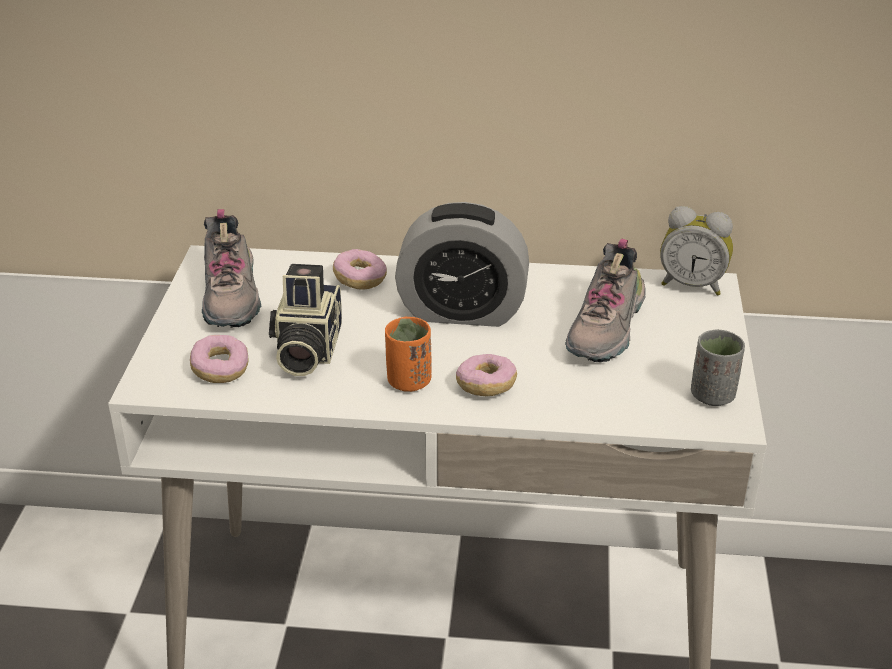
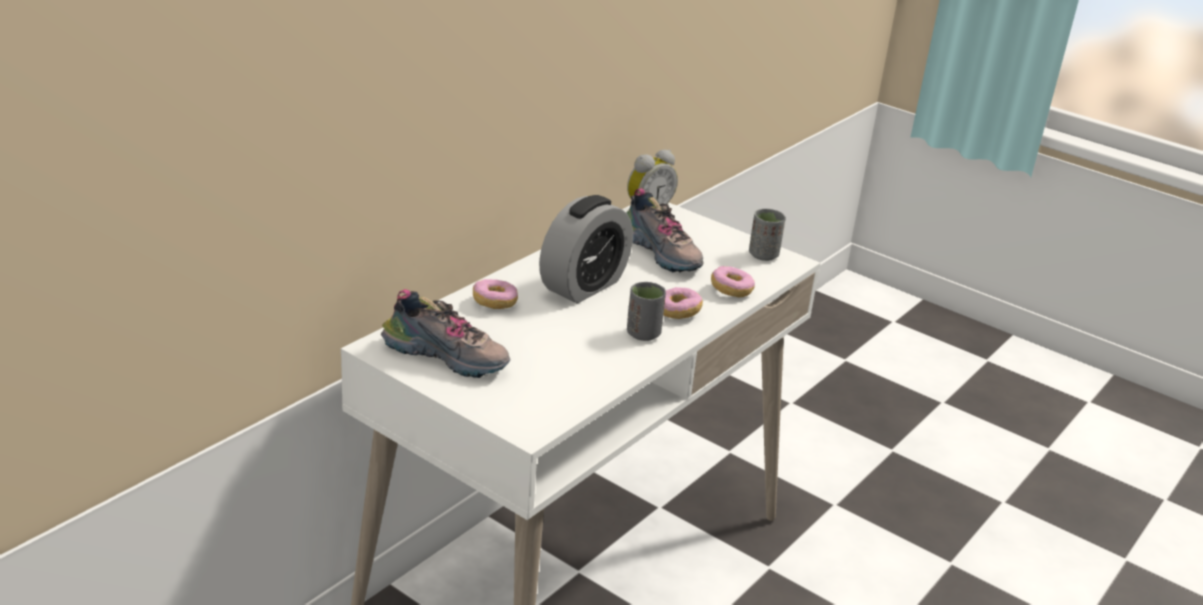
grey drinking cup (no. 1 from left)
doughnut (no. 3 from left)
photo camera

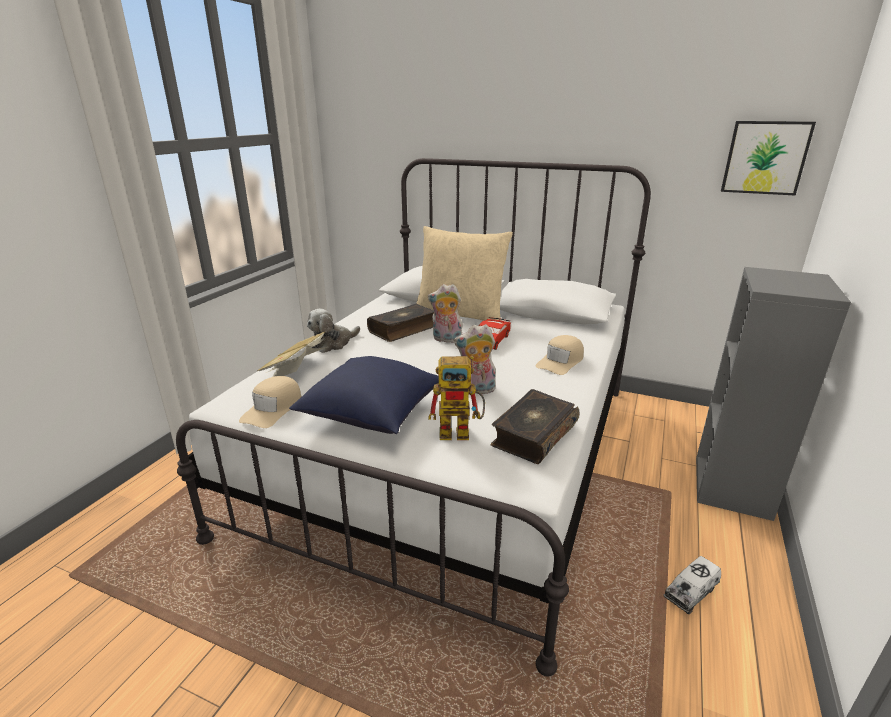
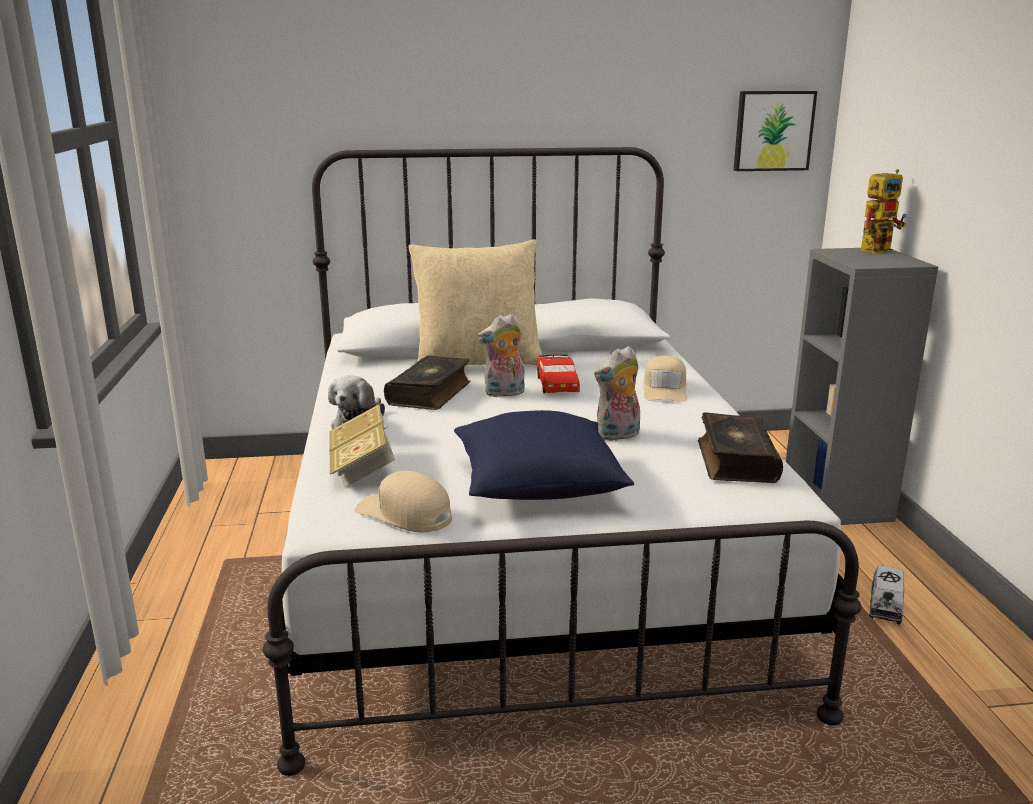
beige-coloured cap (no. 1 from left)
robot figure

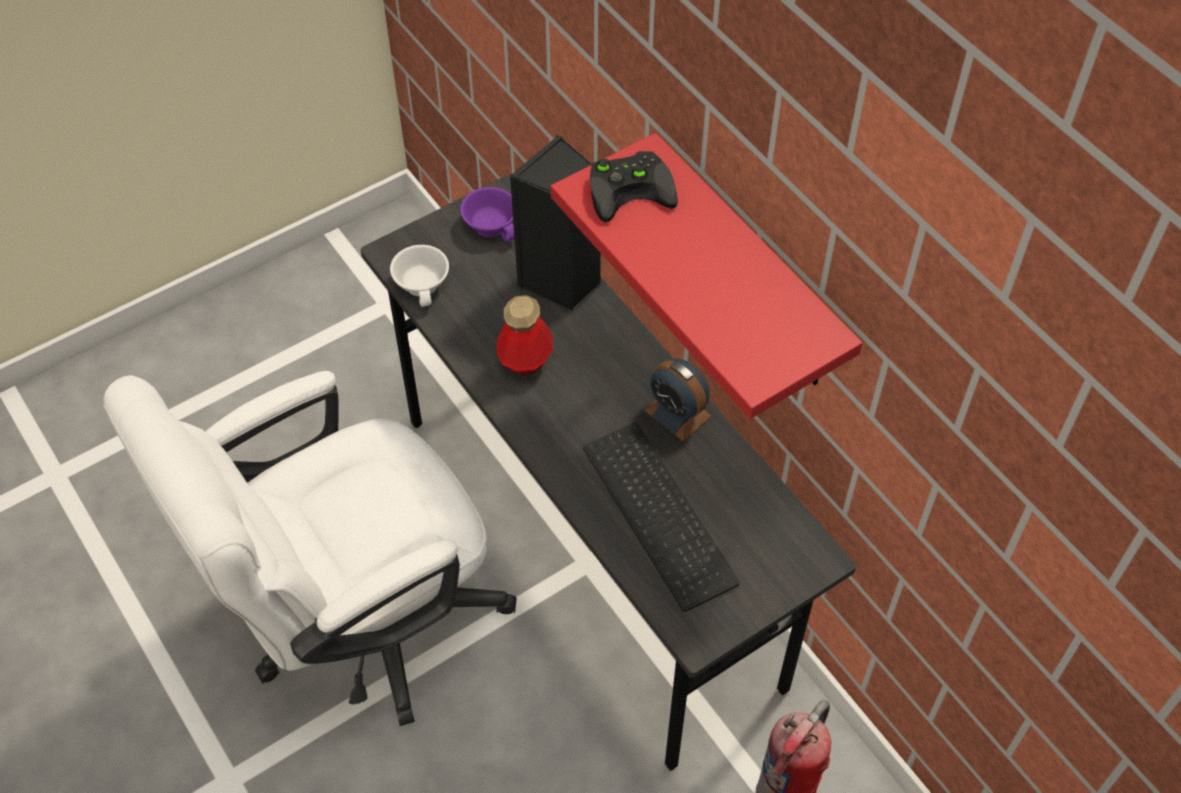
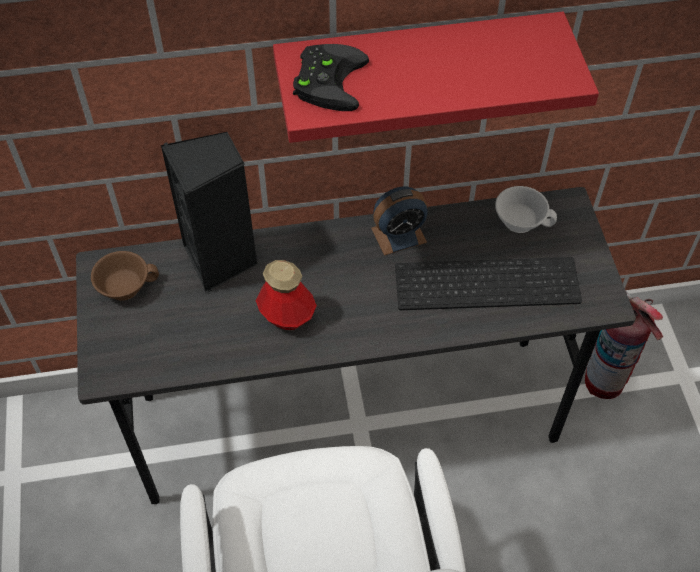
brownish drinking cup
white-coloured drinking cup

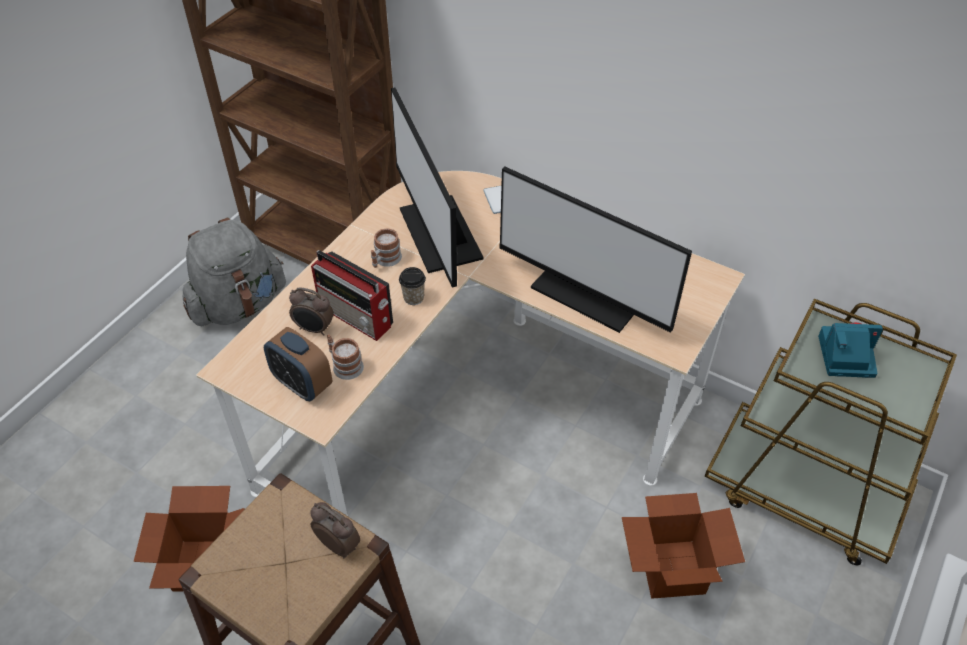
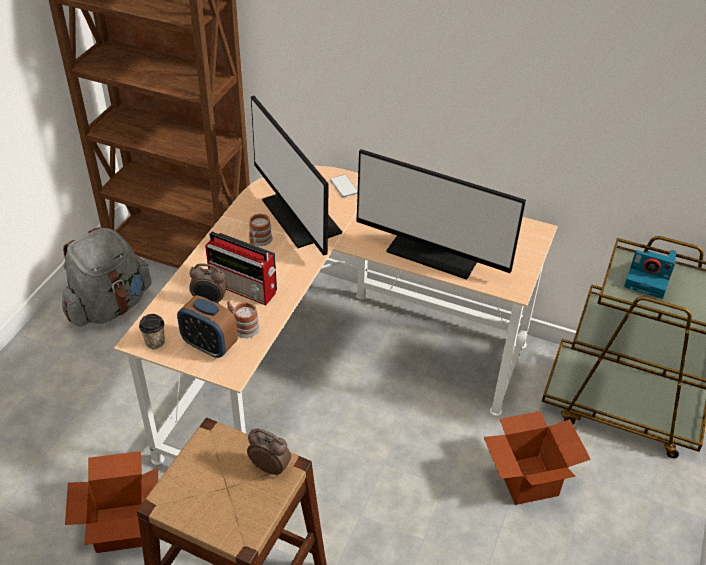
drinking cup
photo camera

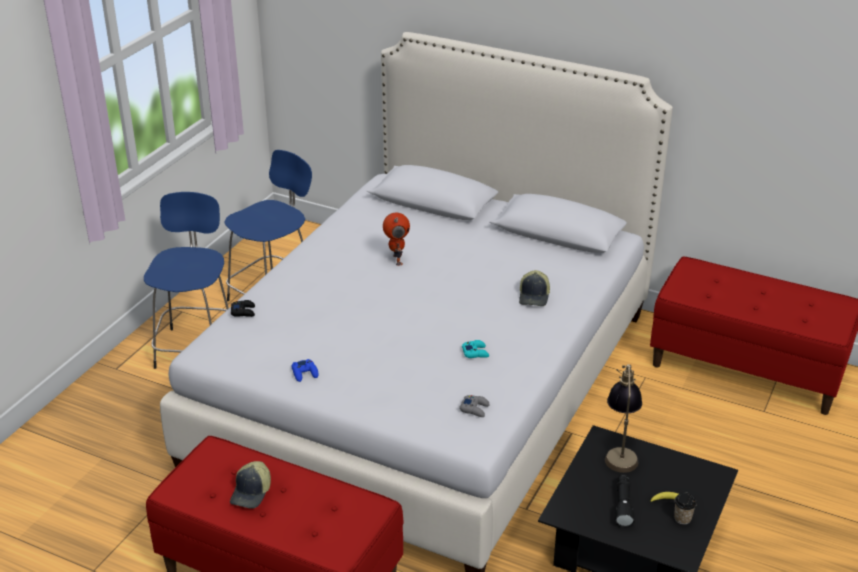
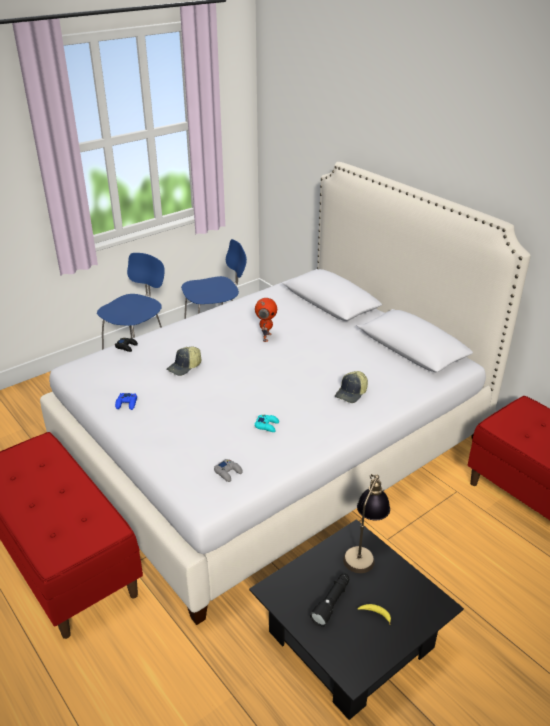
cap (no. 1 from left)
drinking cup

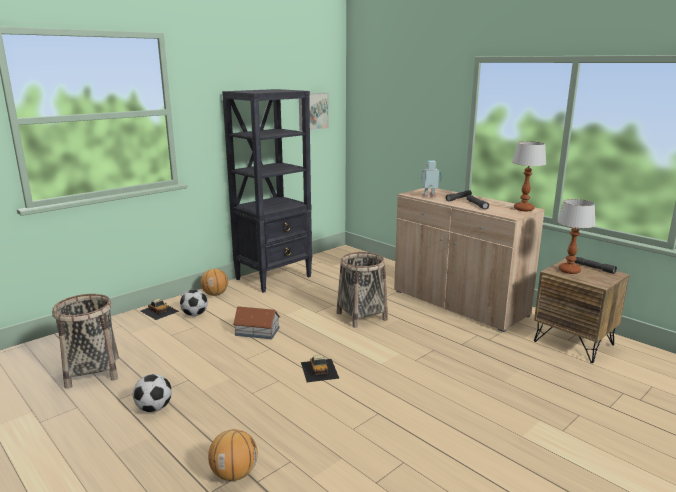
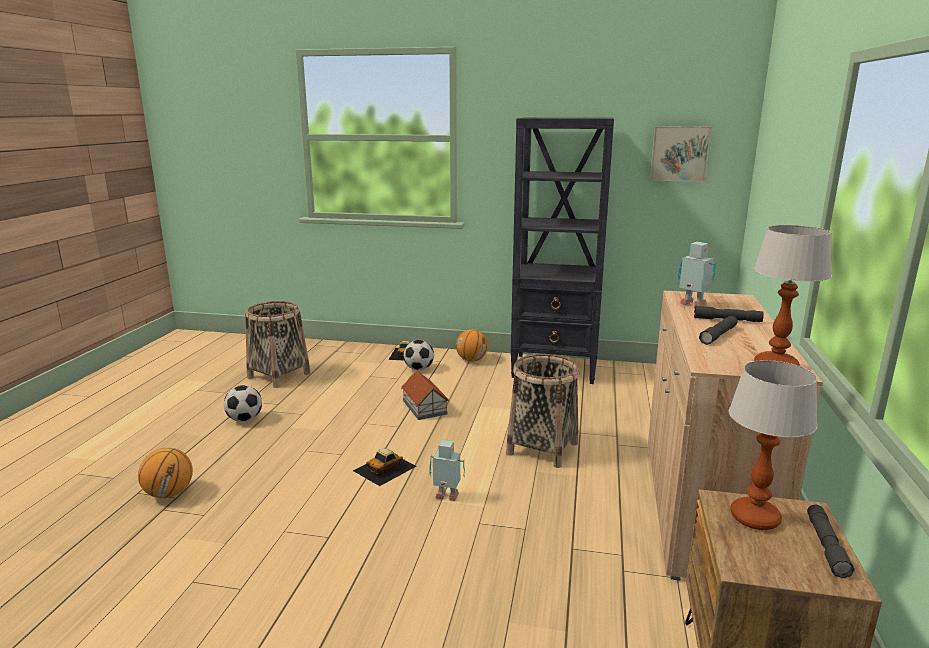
robot figure (no. 1 from left)

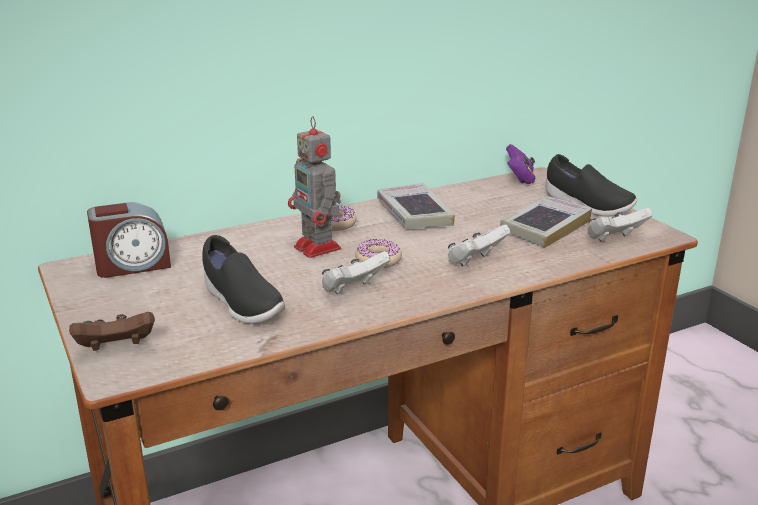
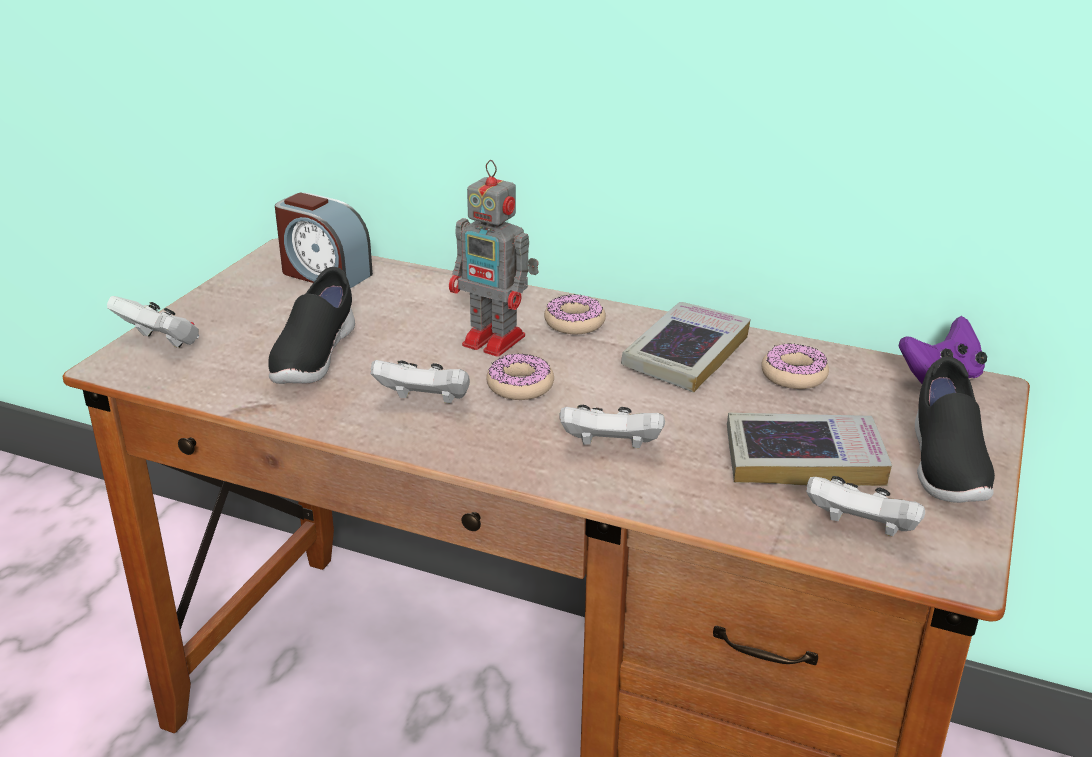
white-coloured gamepad (no. 1 from left)
robot figure
doughnut (no. 3 from left)

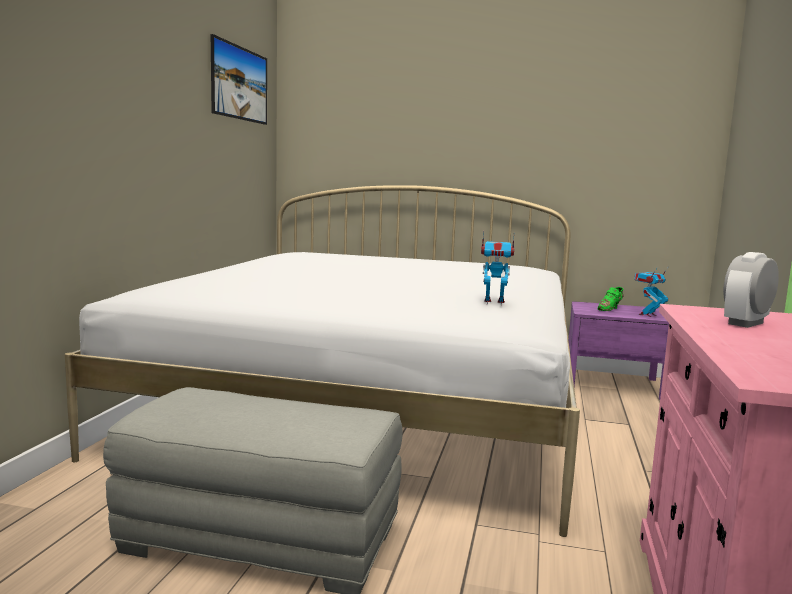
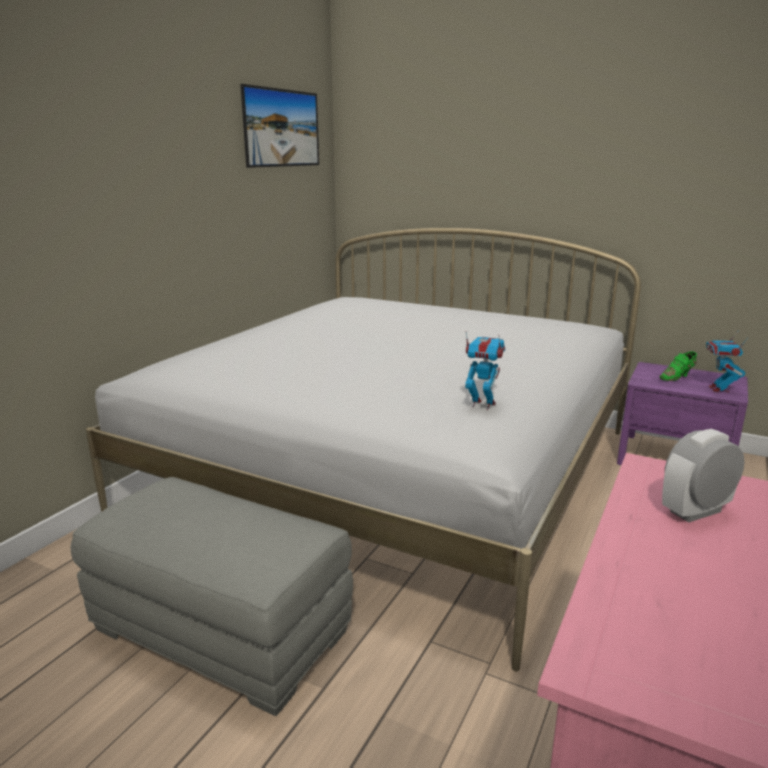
robot figure (no. 2 from left)

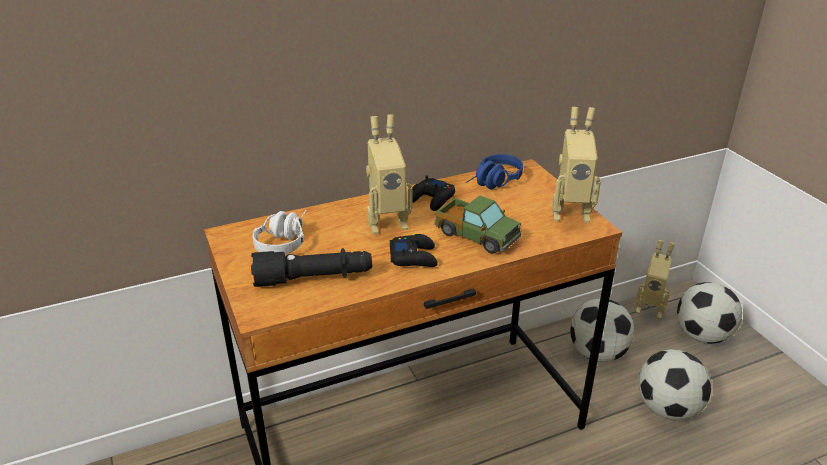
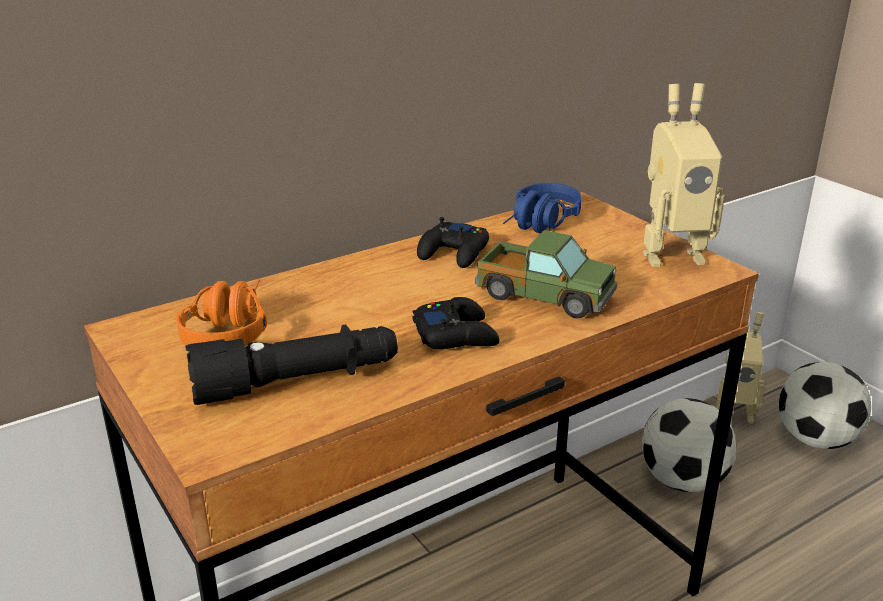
orange pair of headphones
robot figure (no. 1 from left in the first image)
ball for football (no. 2 from left in the first image)

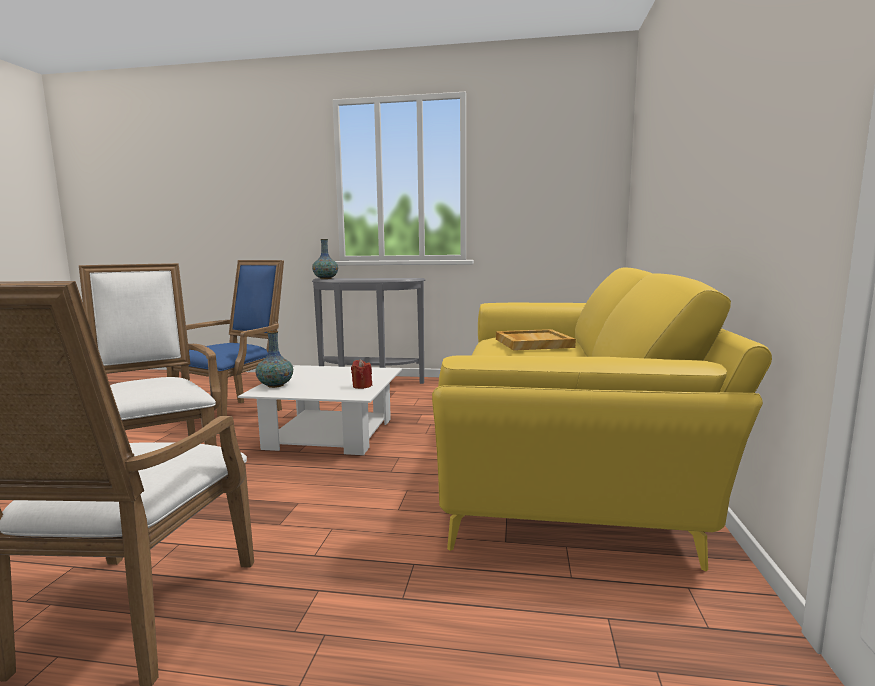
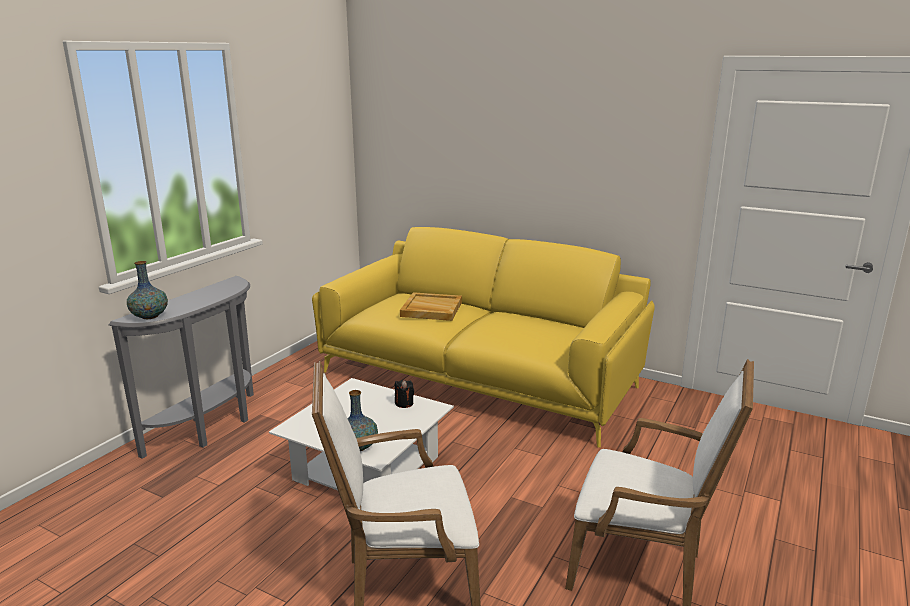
blackish candle
blue-coloured lounge chair

